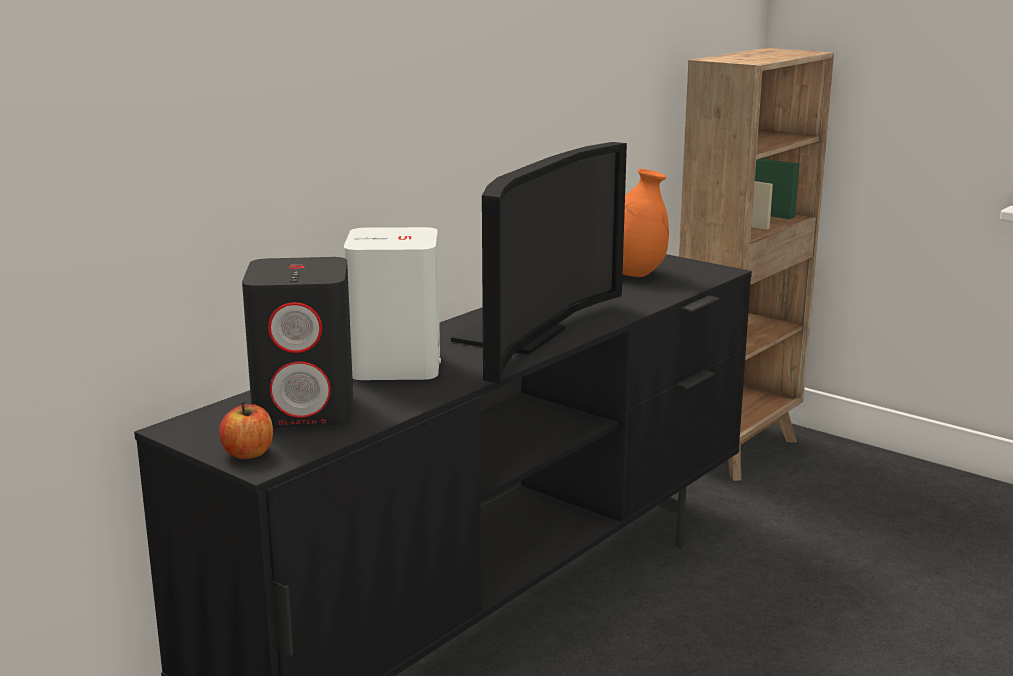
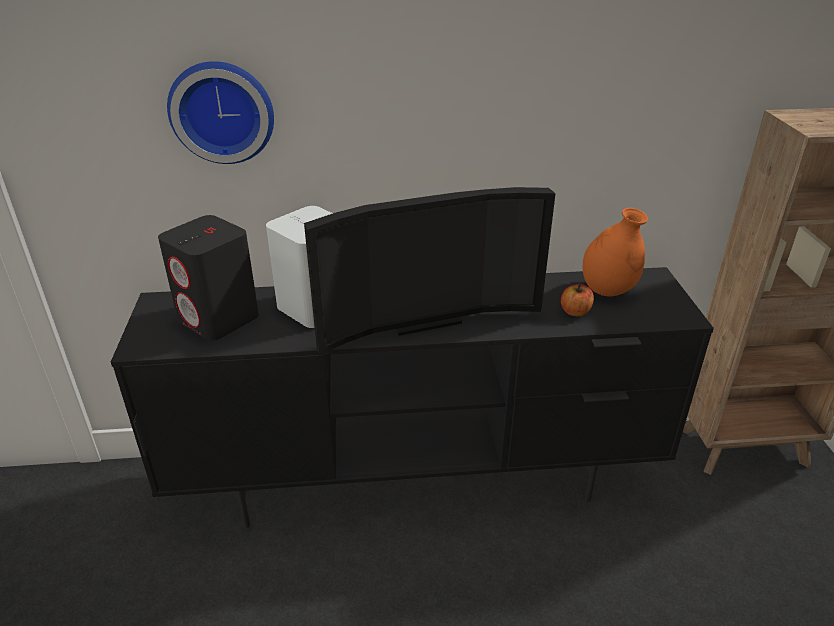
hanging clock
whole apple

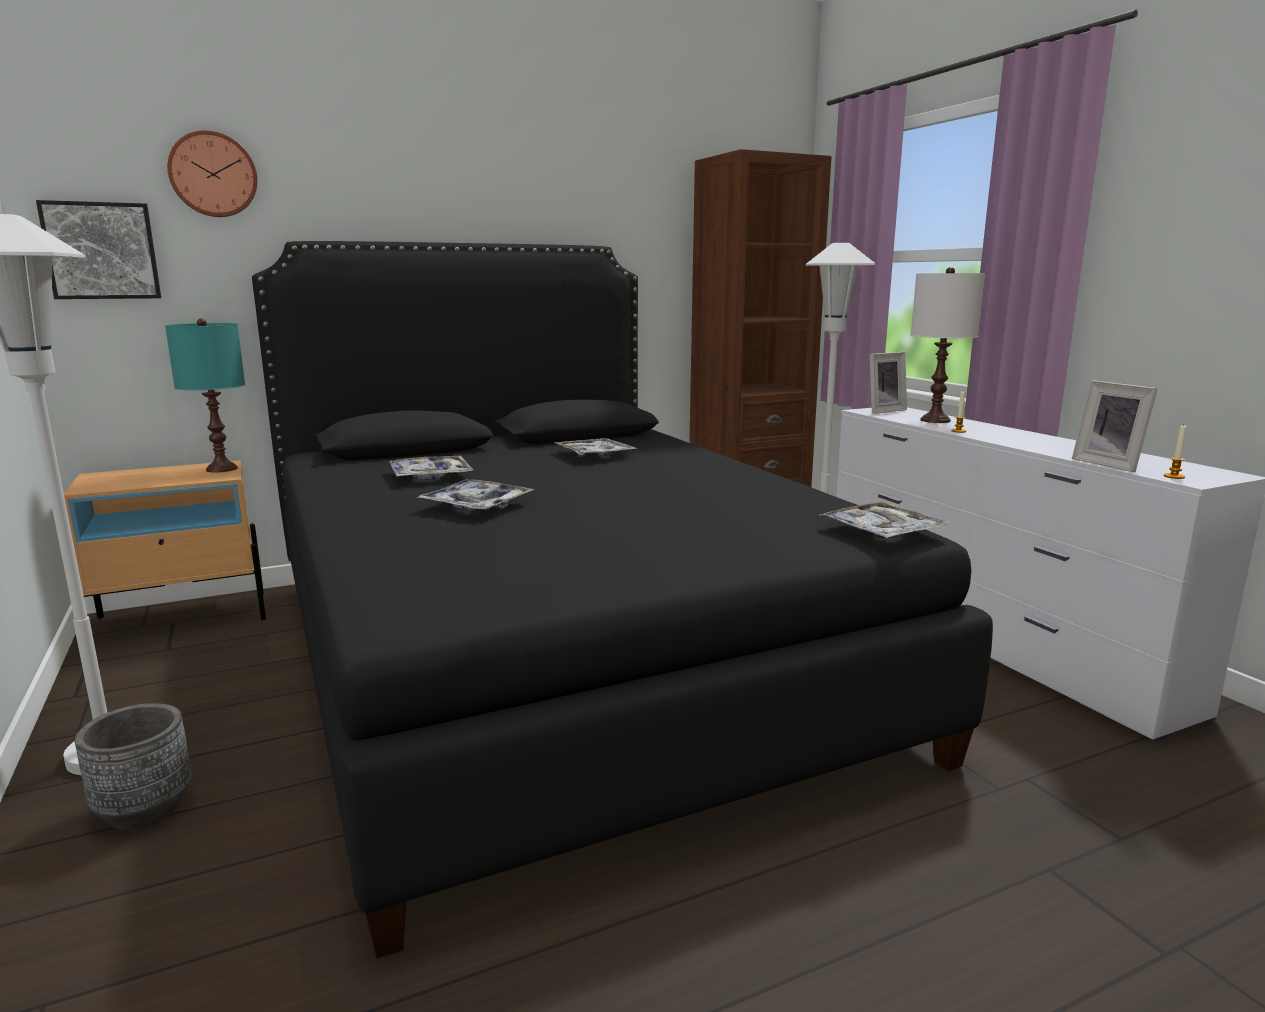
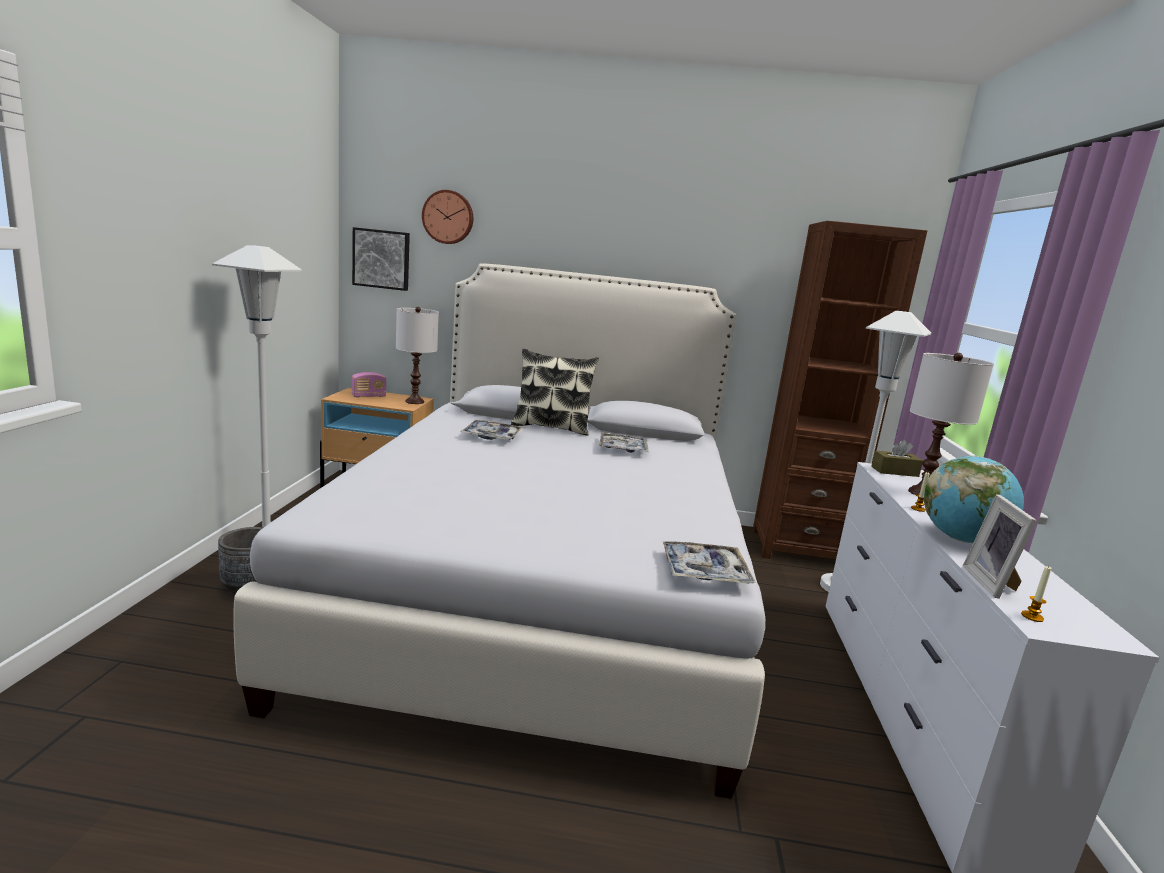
white-coloured bed
radio
white-coloured table lamp (no. 1 from left)
pillow
brownish box of tissues
globe
tray (no. 2 from left in the first image)

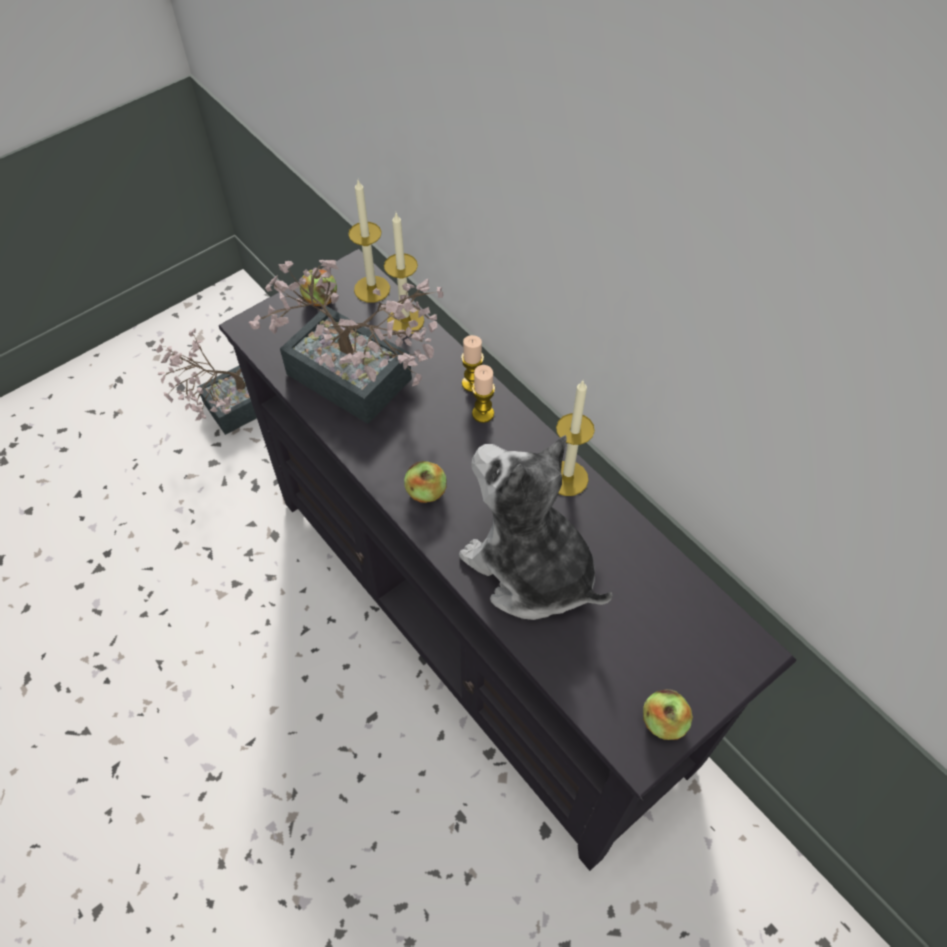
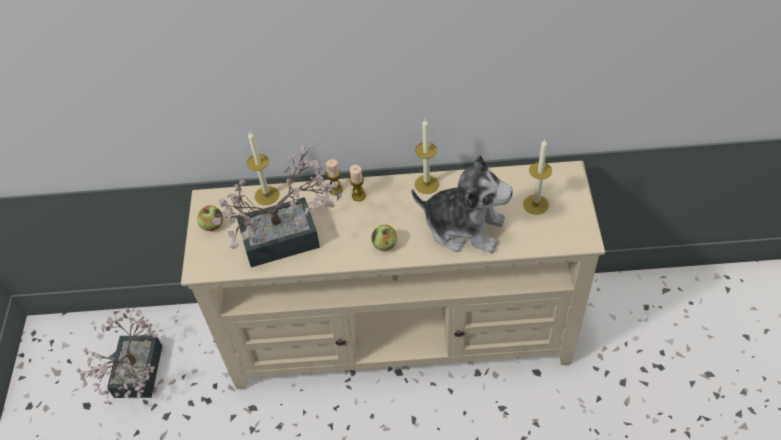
beige-coloured tv stand
soft toy
candle (no. 5 from left)
whole apple (no. 3 from left in the first image)

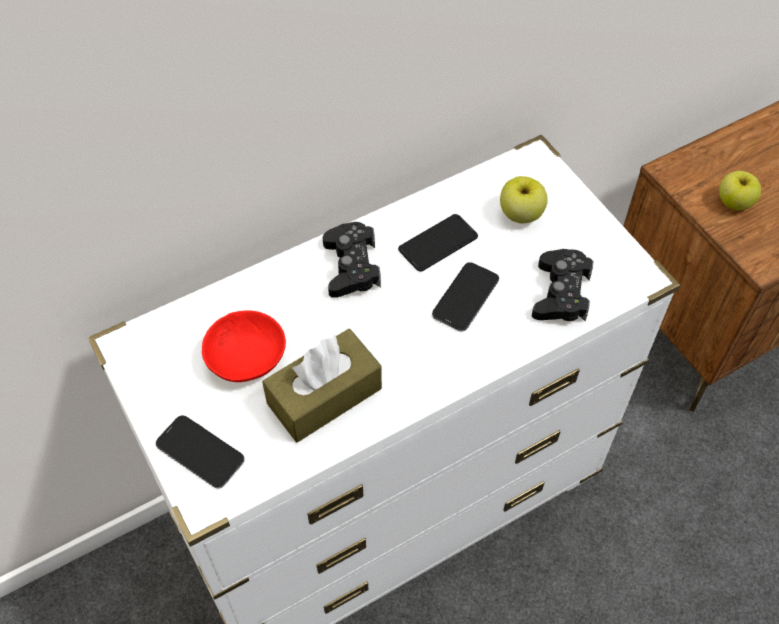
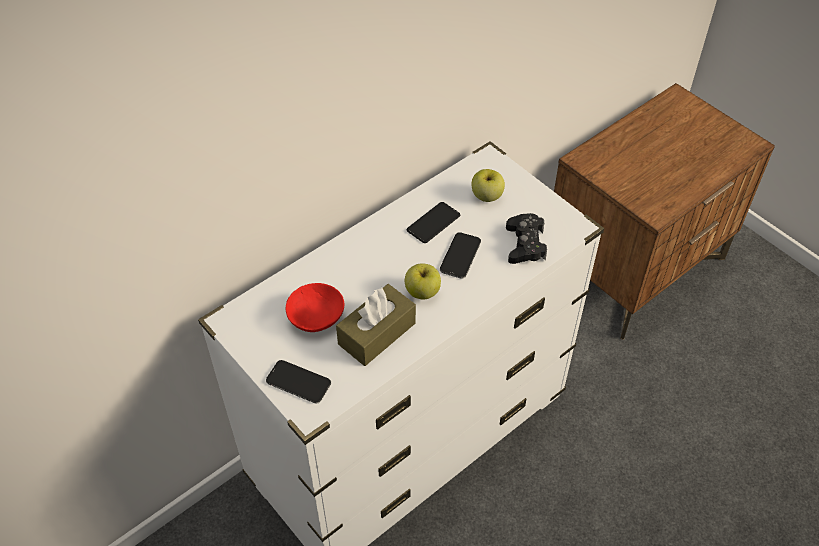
whole apple (no. 1 from left)
blackish gamepad (no. 1 from left in the first image)

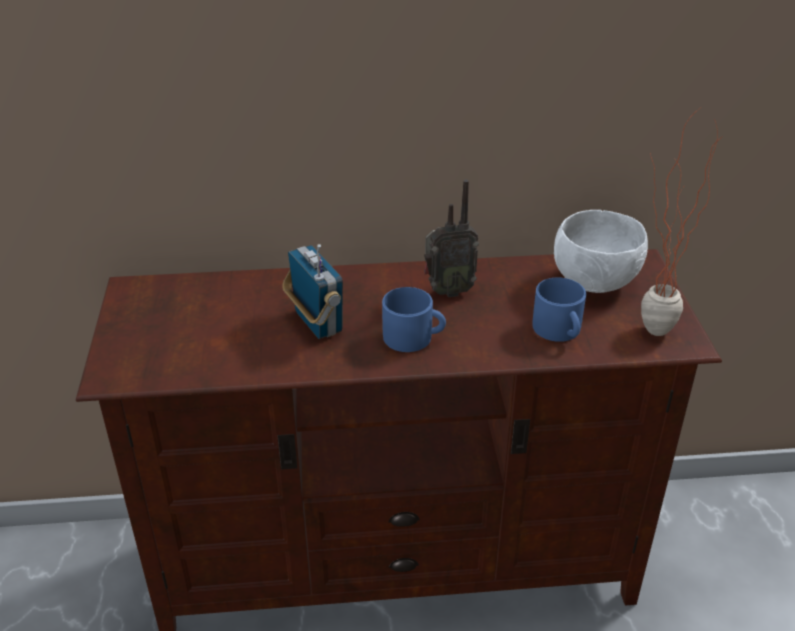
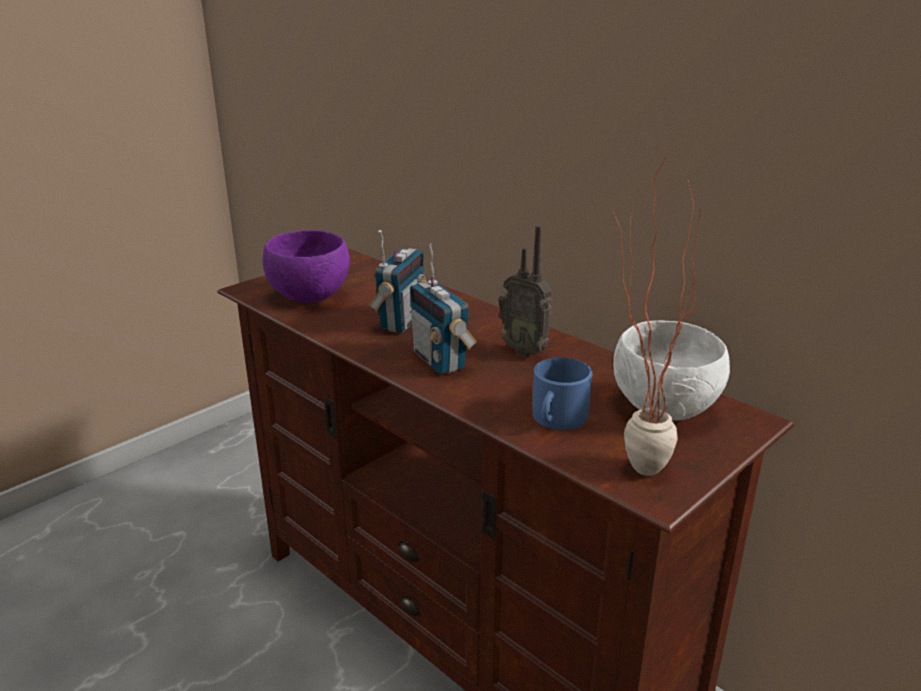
purple deep dish
radio (no. 2 from left)

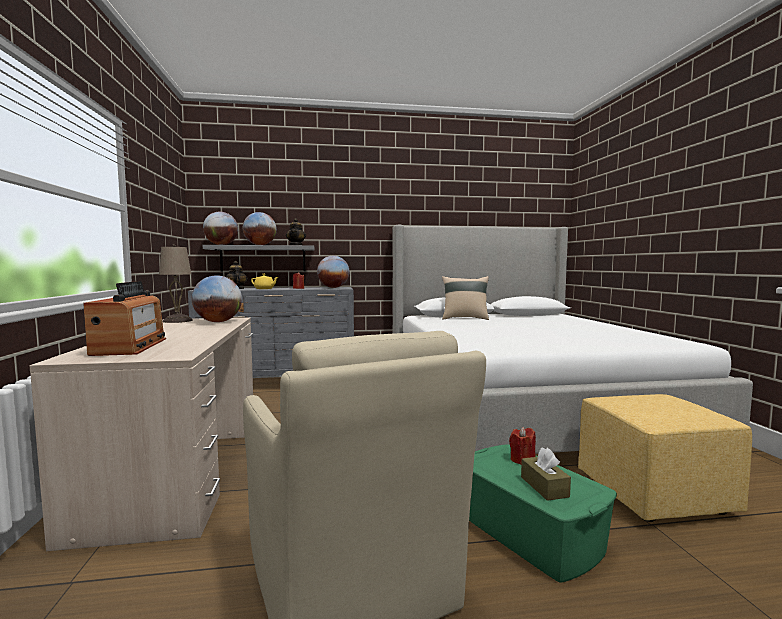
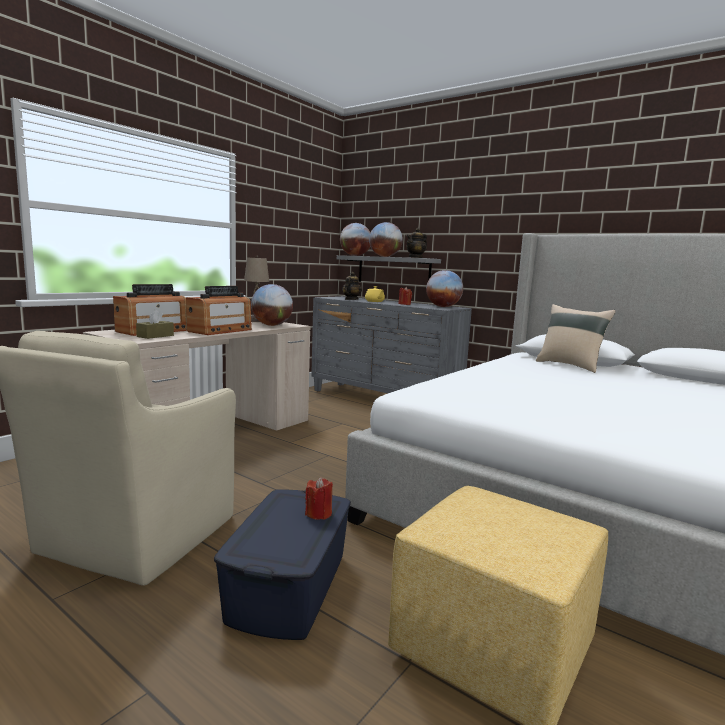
brownish box of tissues
radio (no. 2 from left)
blue-coloured storage bin

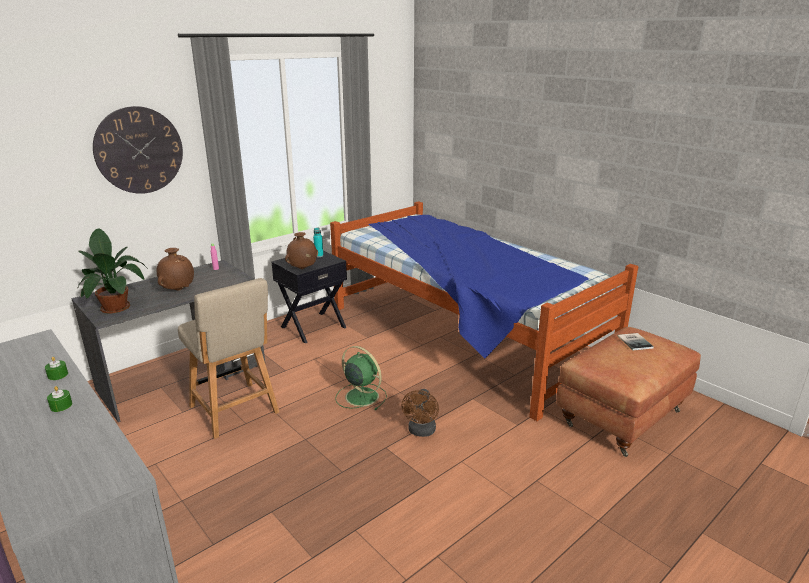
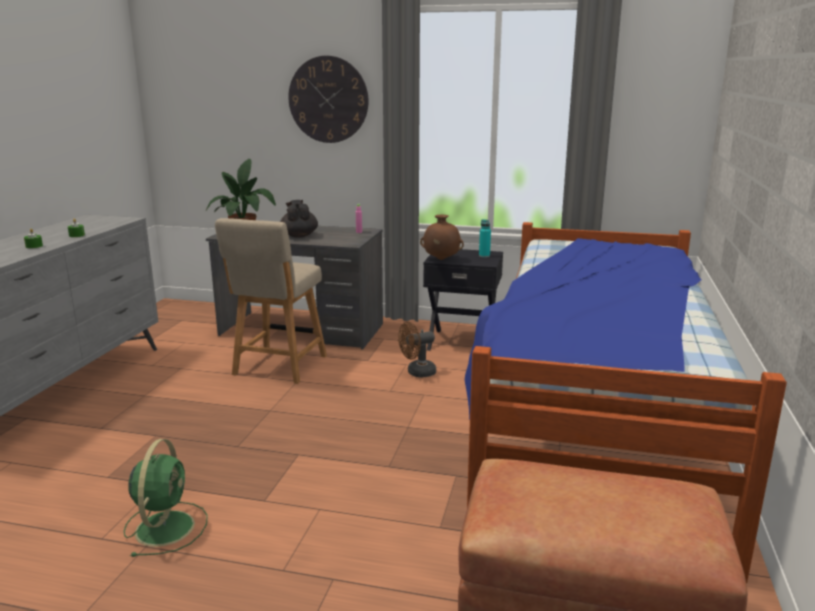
green cooling fan
blackish tea pot
brownish cooling fan
volume

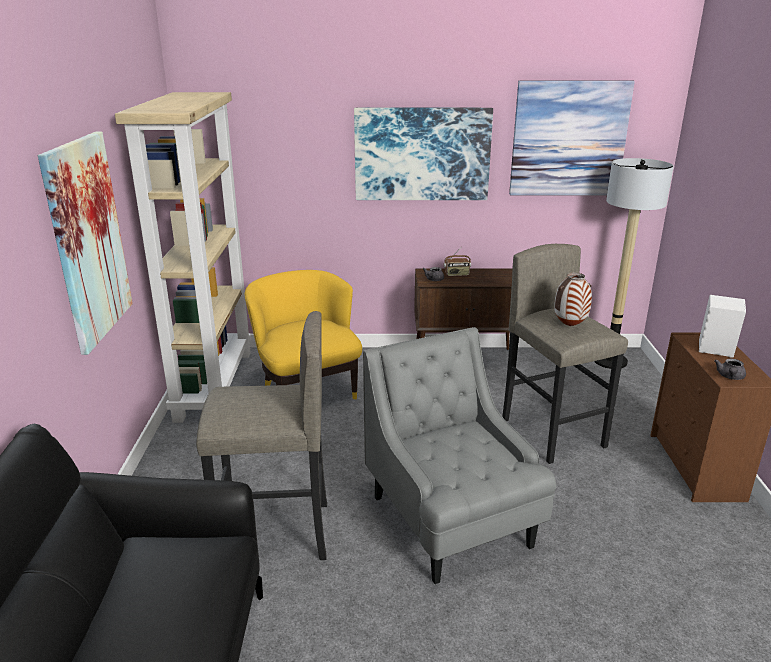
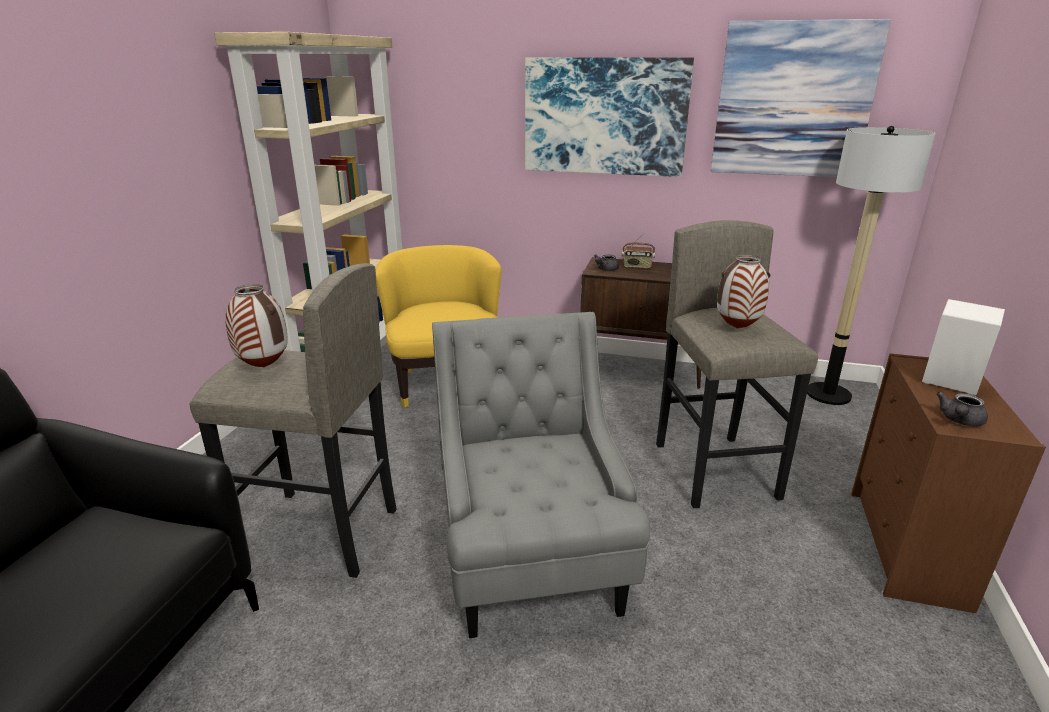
vase (no. 1 from left)
picture (no. 1 from left in the first image)

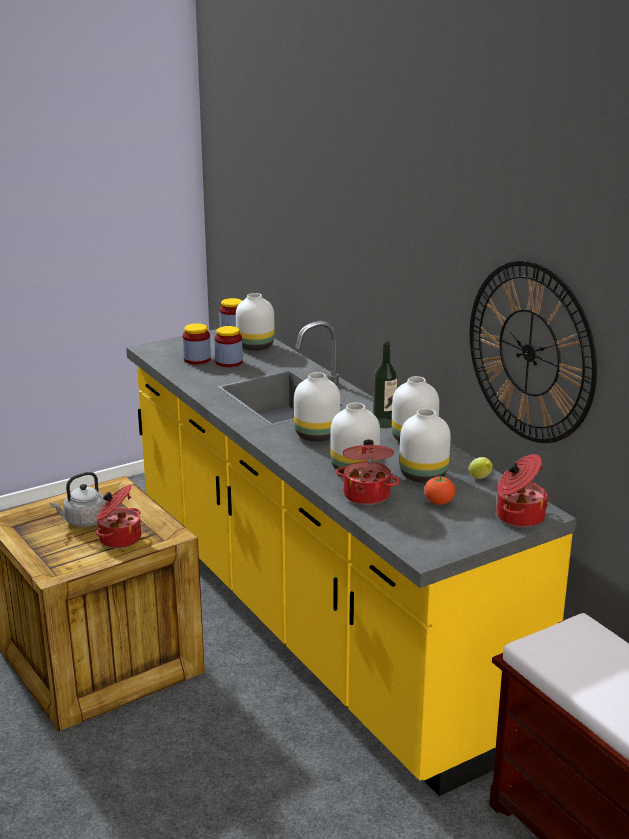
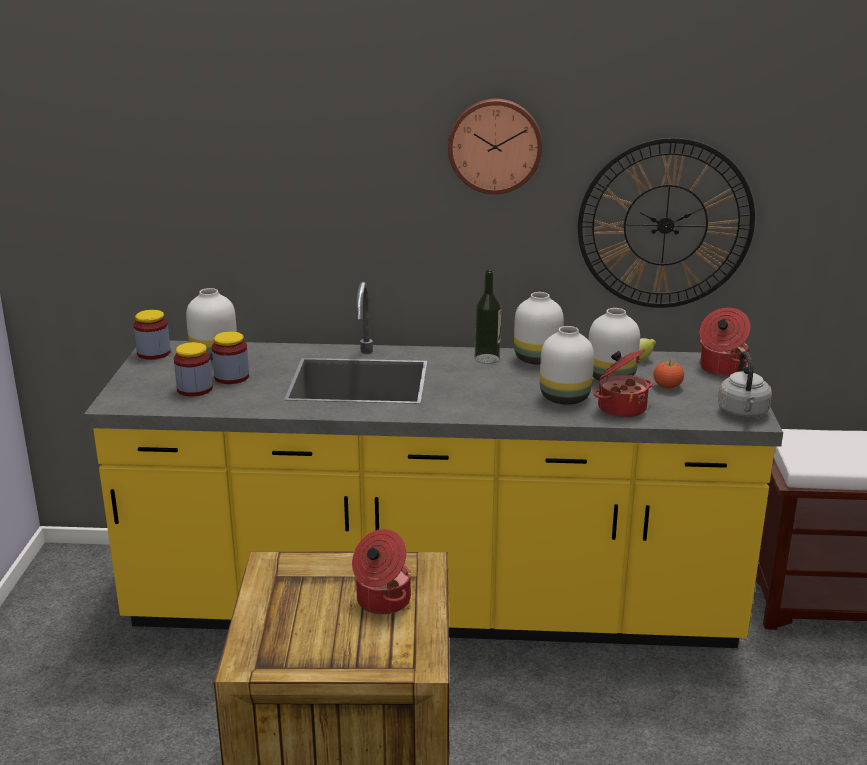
hanging clock (no. 1 from left)
grey water kettle
white-coloured vase (no. 2 from left in the first image)

